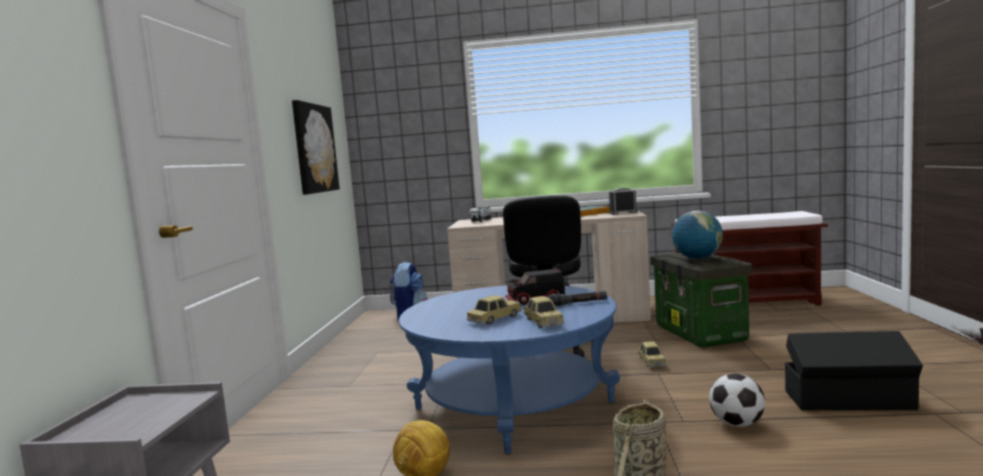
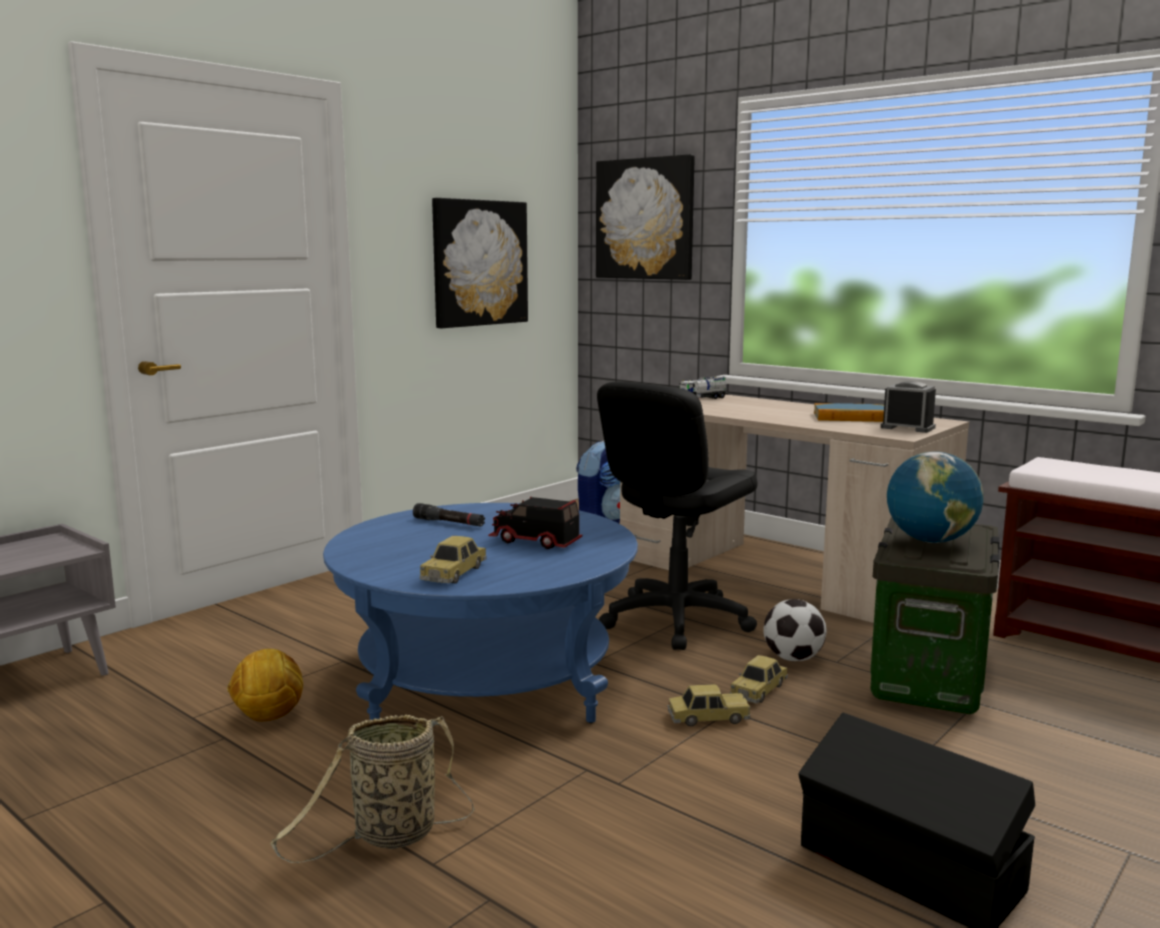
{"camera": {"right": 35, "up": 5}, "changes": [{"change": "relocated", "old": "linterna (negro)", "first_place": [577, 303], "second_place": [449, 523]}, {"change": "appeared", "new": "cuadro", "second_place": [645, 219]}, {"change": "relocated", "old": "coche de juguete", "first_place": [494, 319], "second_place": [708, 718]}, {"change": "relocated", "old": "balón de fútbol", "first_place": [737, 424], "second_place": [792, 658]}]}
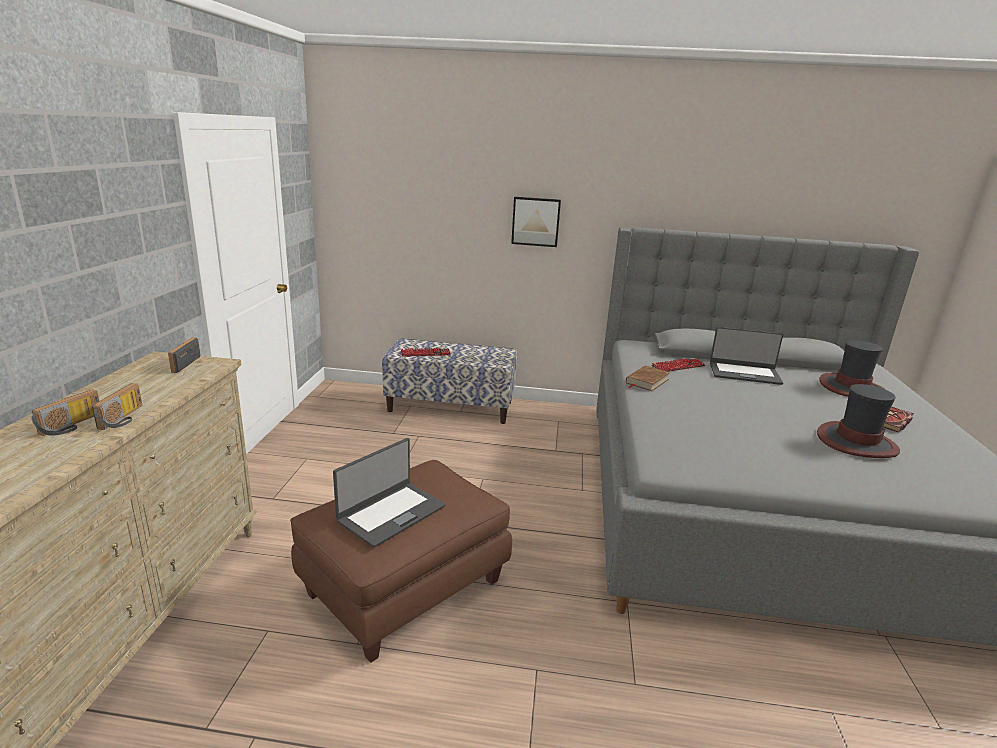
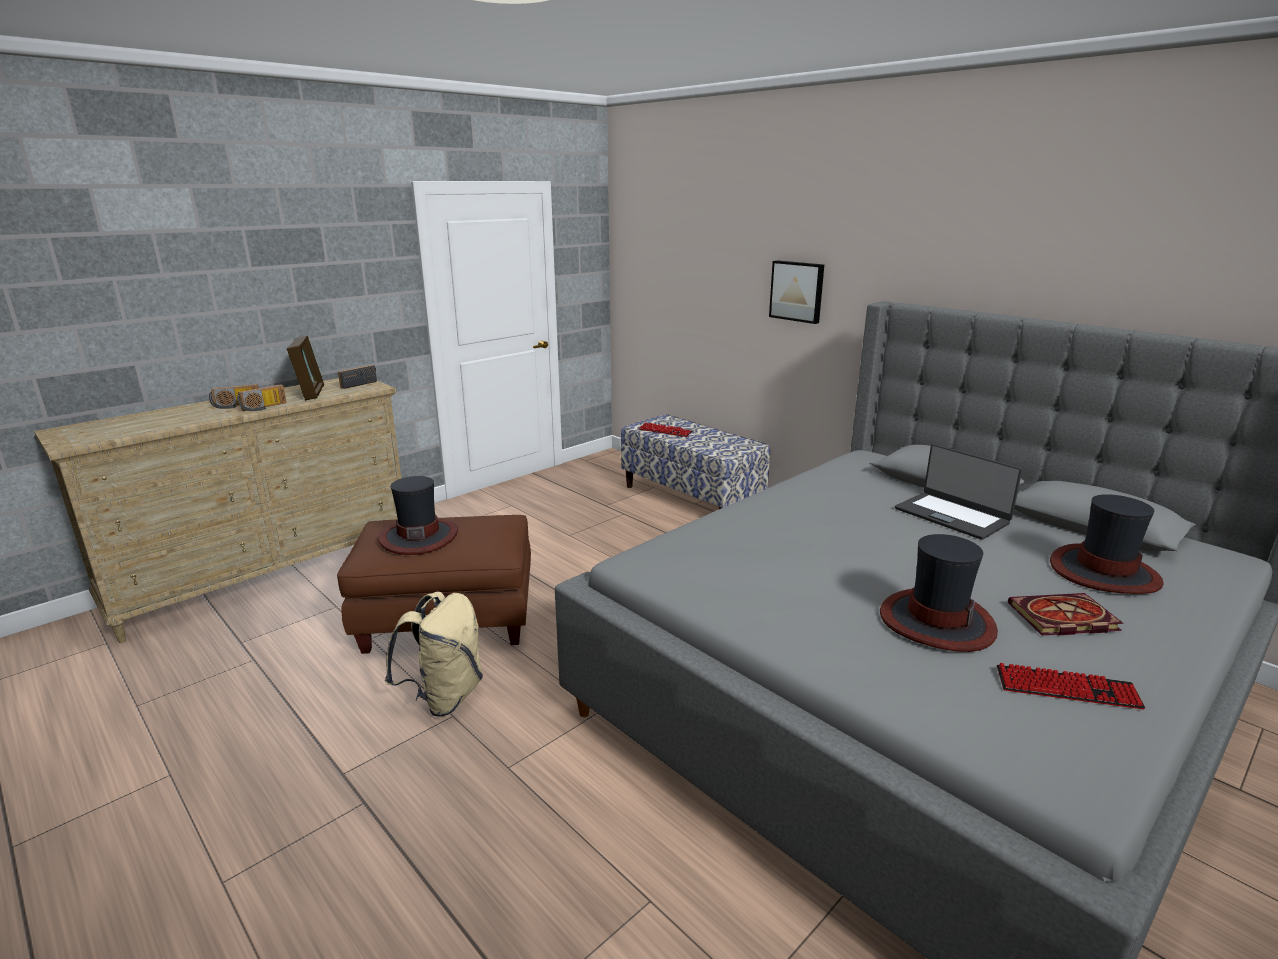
{"camera": {"right": 40, "up": 0}, "changes": [{"change": "appeared", "new": "portarretratos", "second_place": [311, 393]}, {"change": "exchanged", "old": "portátil", "new": "sombrero", "first_place": [391, 513], "second_place": [419, 537]}, {"change": "appeared", "new": "mochila (beis)", "second_place": [444, 697]}, {"change": "relocated", "old": "teclado", "first_place": [678, 366], "second_place": [1067, 689]}, {"change": "missing", "old": "libro (marrón)", "first_place": [647, 381]}]}
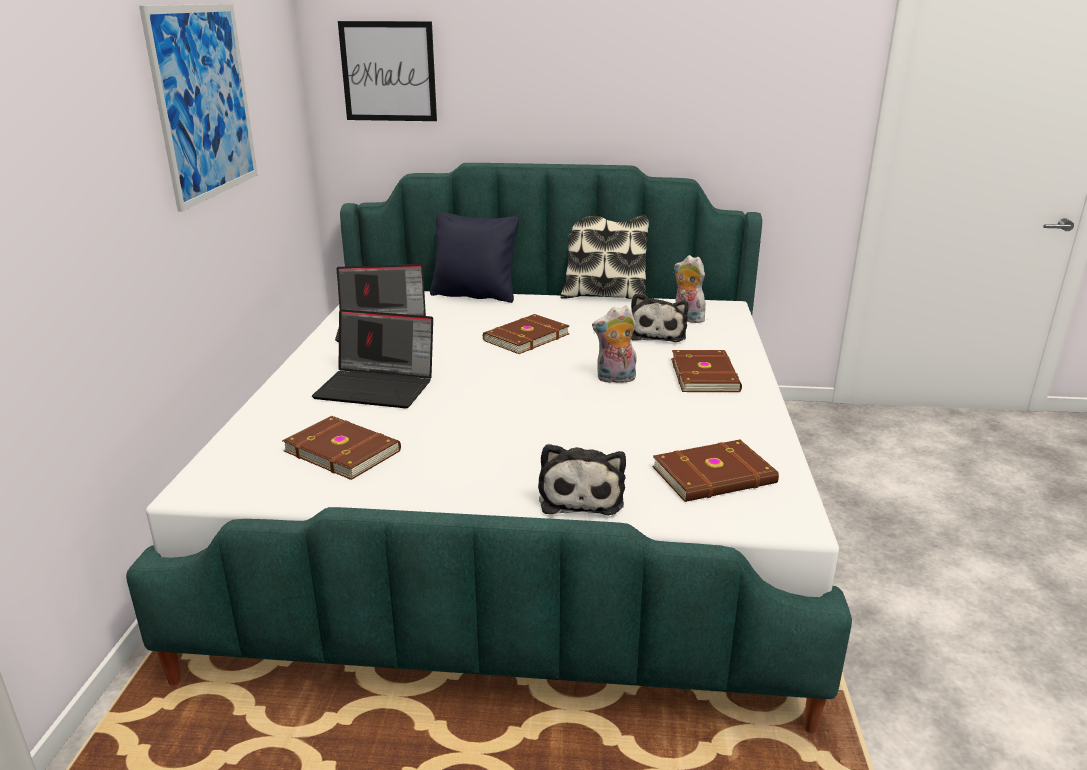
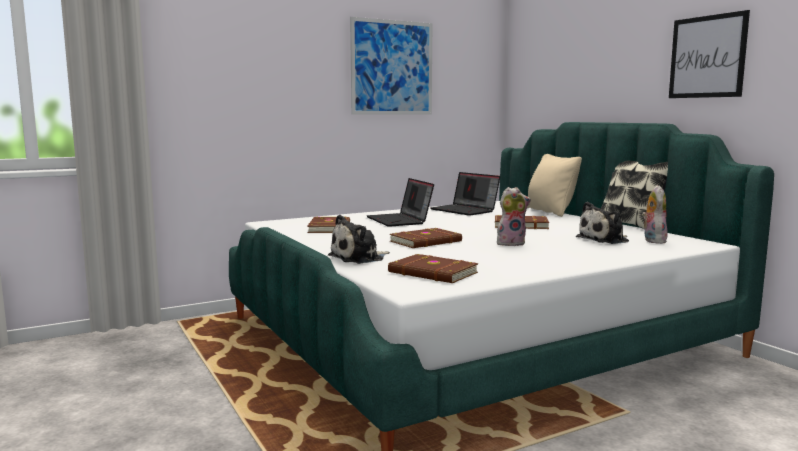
{"camera": {"right": 55, "up": -15}, "changes": [{"change": "relocated", "old": "libro (marrón)", "first_place": [706, 375], "second_place": [426, 242]}, {"change": "spun", "old": "peluche", "first_place": [615, 379], "second_place": [511, 243], "degrees": 120}, {"change": "colour", "old": "cojín (negro)", "new": "cojín (beis)", "first_place": [475, 295], "second_place": [550, 211]}, {"change": "relocated", "old": "cuadro", "first_place": [388, 71], "second_place": [707, 57]}]}
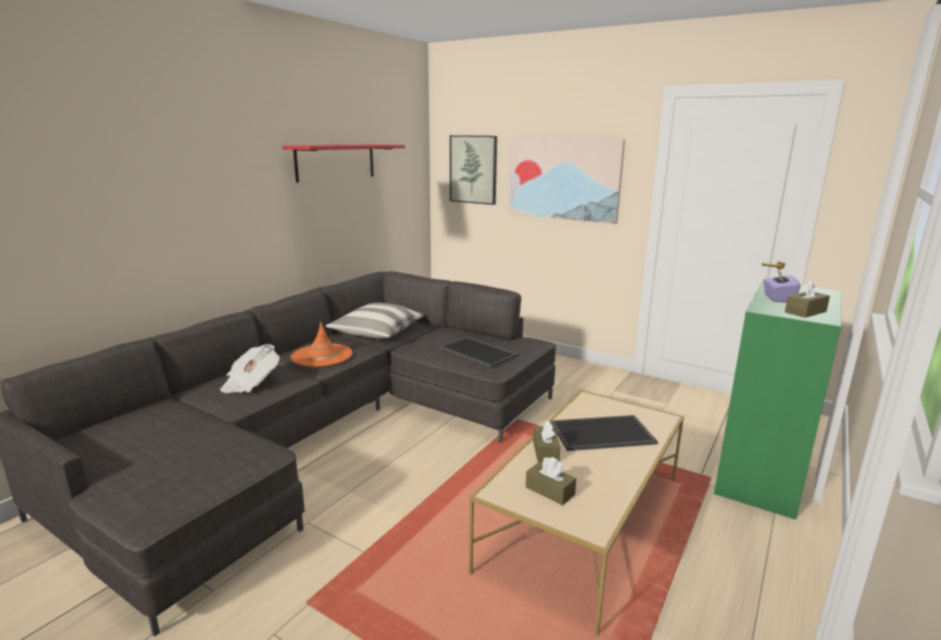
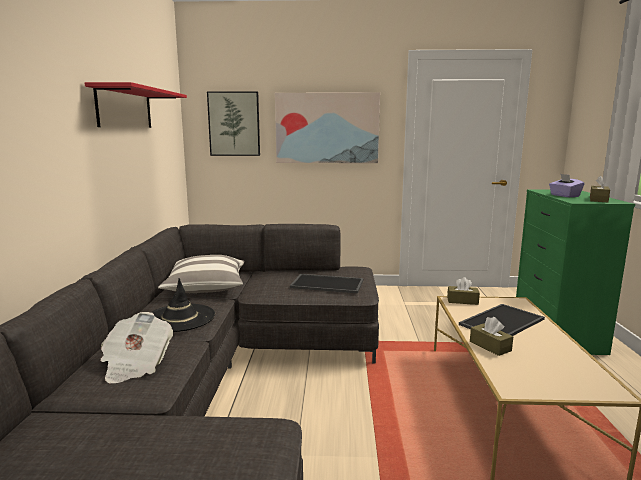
{"camera": {"right": -30, "up": -5}, "changes": [{"change": "colour", "old": "sombrero (naranja)", "new": "sombrero (negro)", "first_place": [322, 355], "second_place": [179, 318]}, {"change": "relocated", "old": "caja de pañuelos (marrón)", "first_place": [550, 491], "second_place": [462, 301]}]}
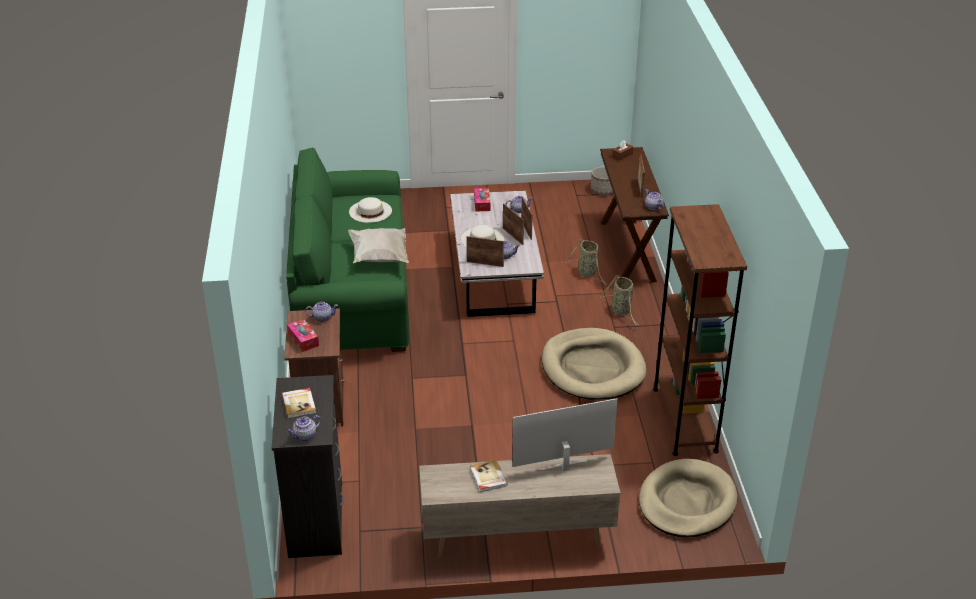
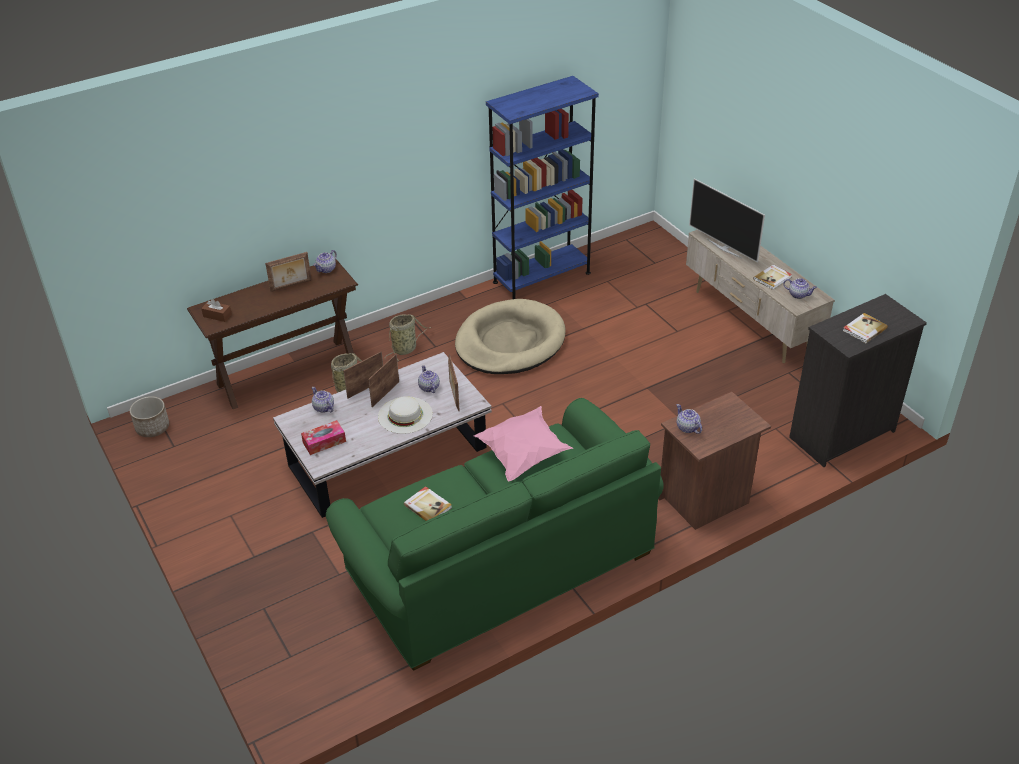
{"camera": {"right": -115, "up": 5}, "changes": [{"change": "exchanged", "old": "sombrero (blanco)", "new": "libro", "first_place": [370, 211], "second_place": [428, 506]}, {"change": "colour", "old": "cojín (blanco)", "new": "cojín (rosa)", "first_place": [380, 258], "second_place": [524, 455]}, {"change": "colour", "old": "estantería (marrón)", "new": "estantería (azul)", "first_place": [684, 419], "second_place": [541, 277]}, {"change": "relocated", "old": "tetera", "first_place": [304, 436], "second_place": [798, 295]}, {"change": "missing", "old": "caja de pañuelos", "first_place": [303, 339]}, {"change": "missing", "old": "cama para perro (beis)", "first_place": [686, 502]}]}
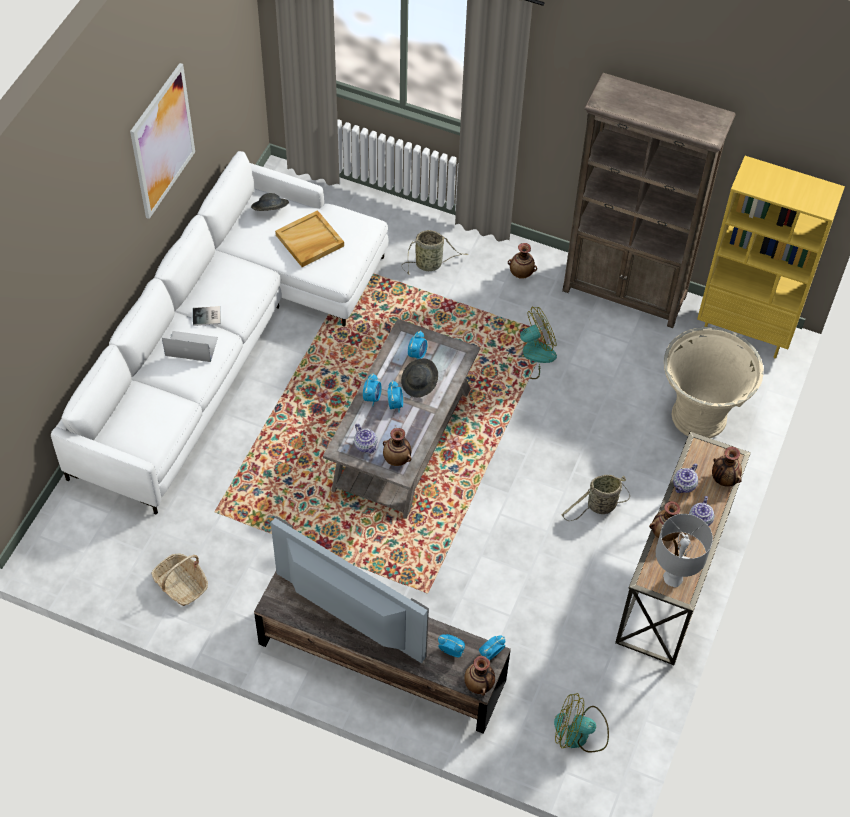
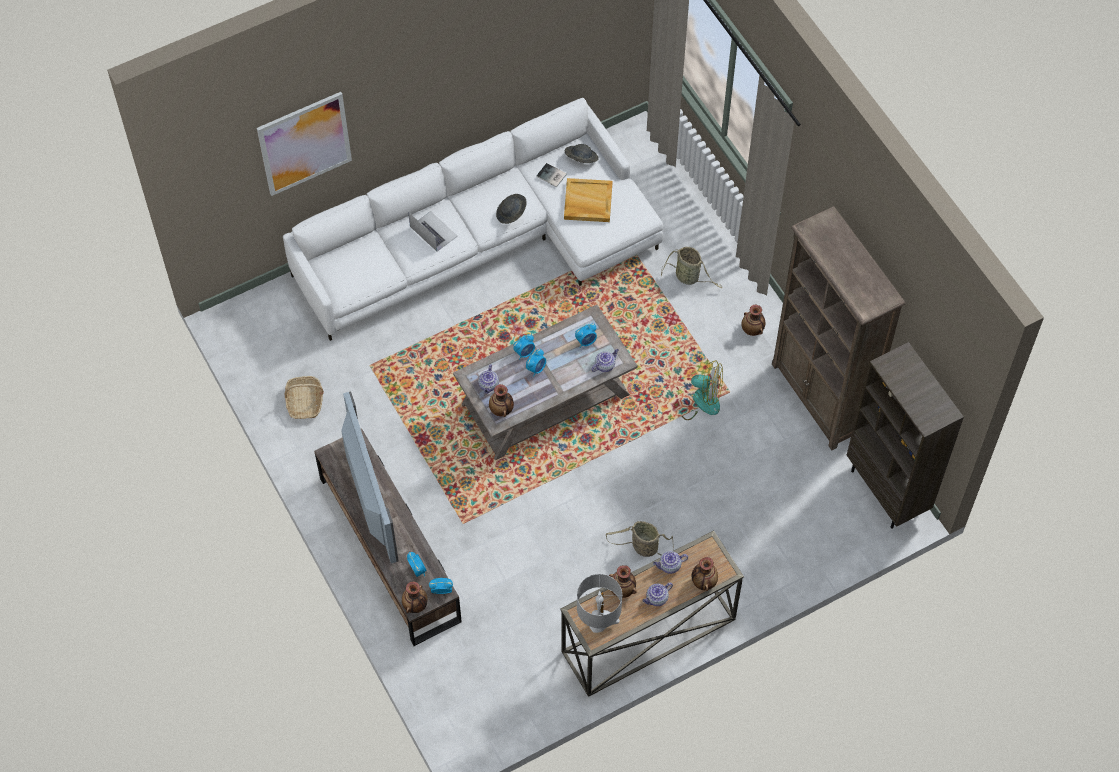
{"camera": {"right": 40, "up": 5}, "changes": [{"change": "relocated", "old": "cuadro", "first_place": [162, 141], "second_place": [304, 143]}, {"change": "relocated", "old": "sombrero (gris)", "first_place": [419, 384], "second_place": [511, 214]}, {"change": "relocated", "old": "libro", "first_place": [207, 317], "second_place": [551, 176]}, {"change": "appeared", "new": "tetera", "second_place": [605, 365]}, {"change": "colour", "old": "estantería (amarillo)", "new": "estantería (marrón)", "first_place": [745, 332], "second_place": [887, 491]}, {"change": "missing", "old": "ventilador", "first_place": [580, 733]}, {"change": "missing", "old": "maceta (beis)", "first_place": [699, 415]}]}
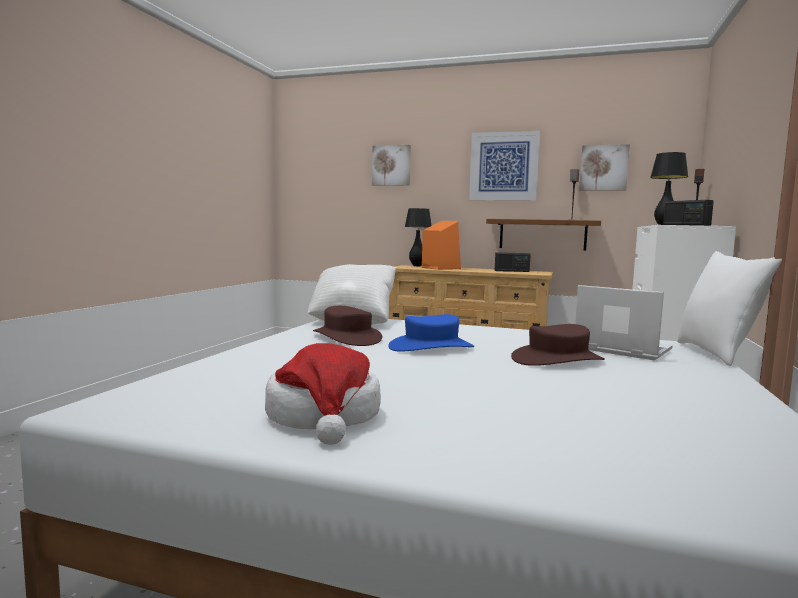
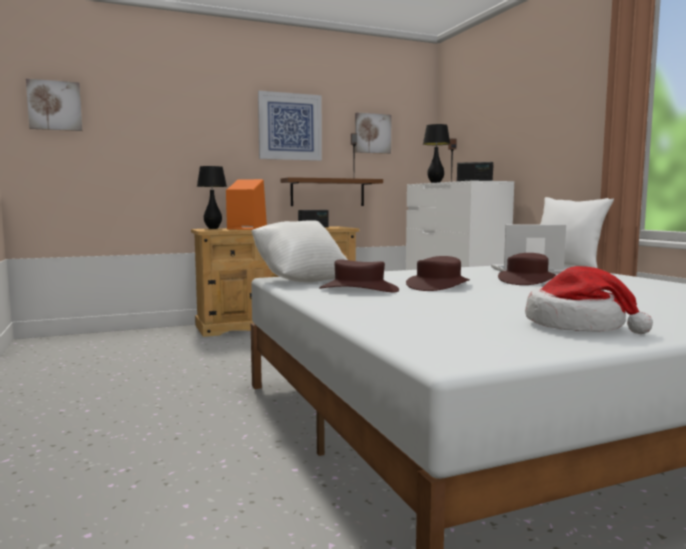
{"camera": {"right": -40, "up": 0}, "changes": [{"change": "relocated", "old": "cuadro", "first_place": [391, 165], "second_place": [55, 105]}, {"change": "colour", "old": "sombrero (azul)", "new": "sombrero (marrón)", "first_place": [431, 347], "second_place": [438, 285]}]}
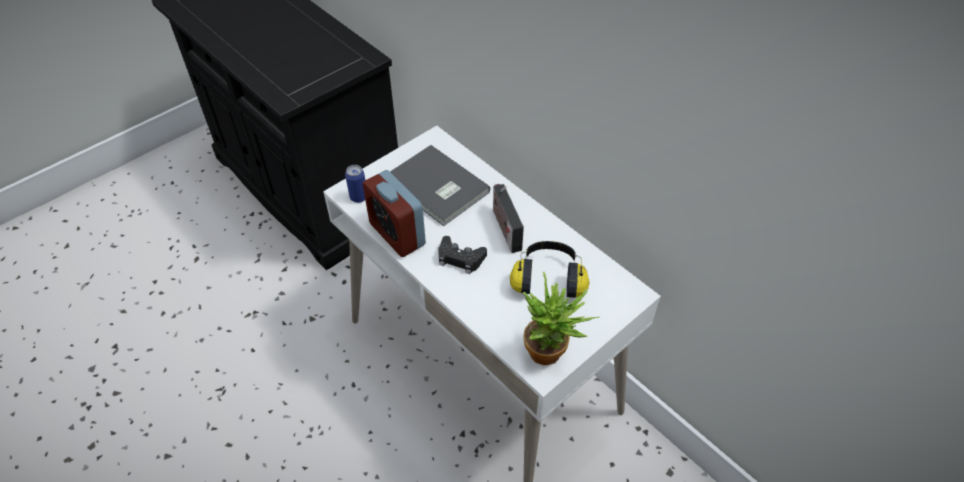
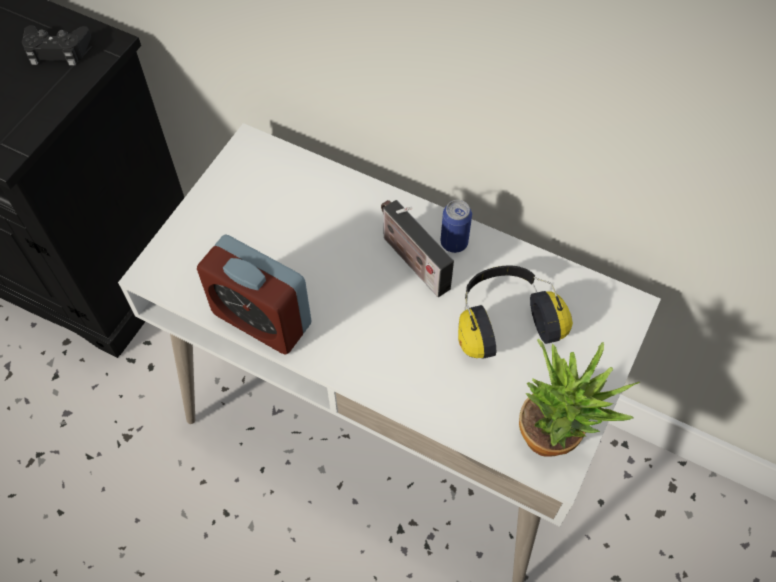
{"camera": {"right": -20, "up": 10}, "changes": [{"change": "relocated", "old": "mando de consola (negro)", "first_place": [460, 258], "second_place": [57, 50]}, {"change": "relocated", "old": "lata", "first_place": [358, 197], "second_place": [454, 243]}, {"change": "missing", "old": "libro (gris)", "first_place": [436, 189]}]}
